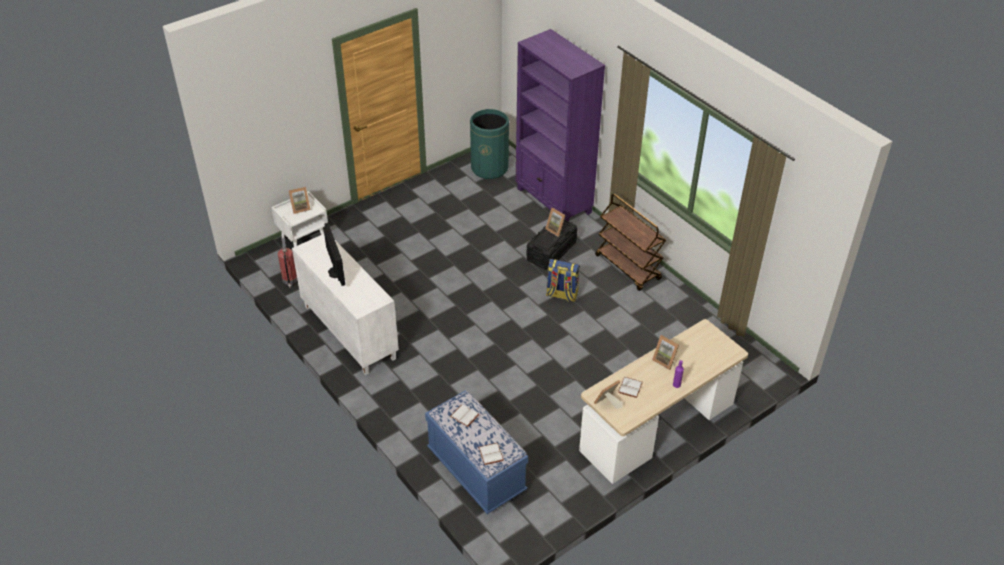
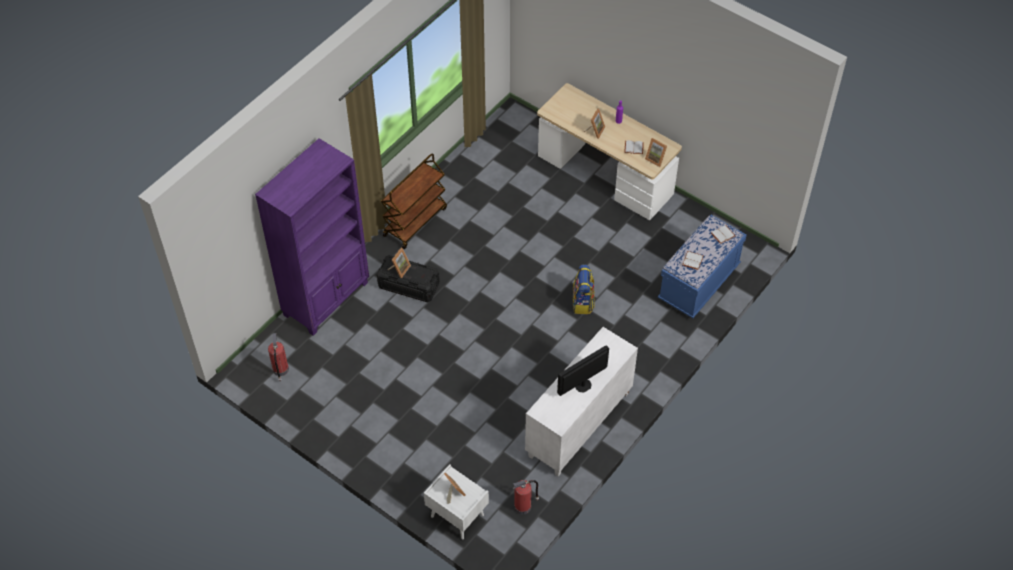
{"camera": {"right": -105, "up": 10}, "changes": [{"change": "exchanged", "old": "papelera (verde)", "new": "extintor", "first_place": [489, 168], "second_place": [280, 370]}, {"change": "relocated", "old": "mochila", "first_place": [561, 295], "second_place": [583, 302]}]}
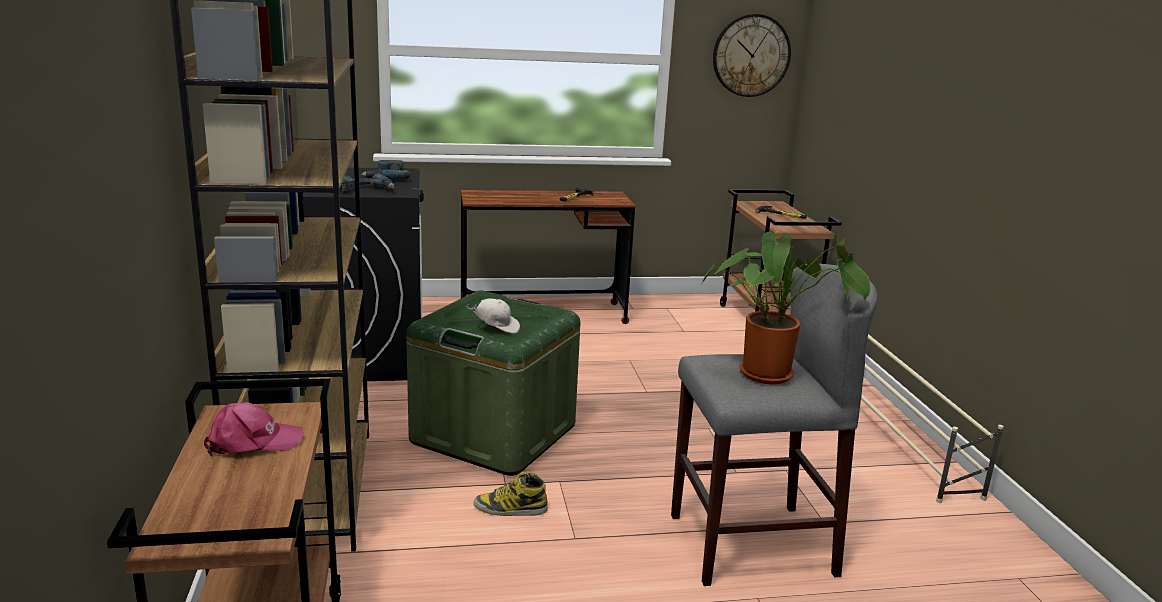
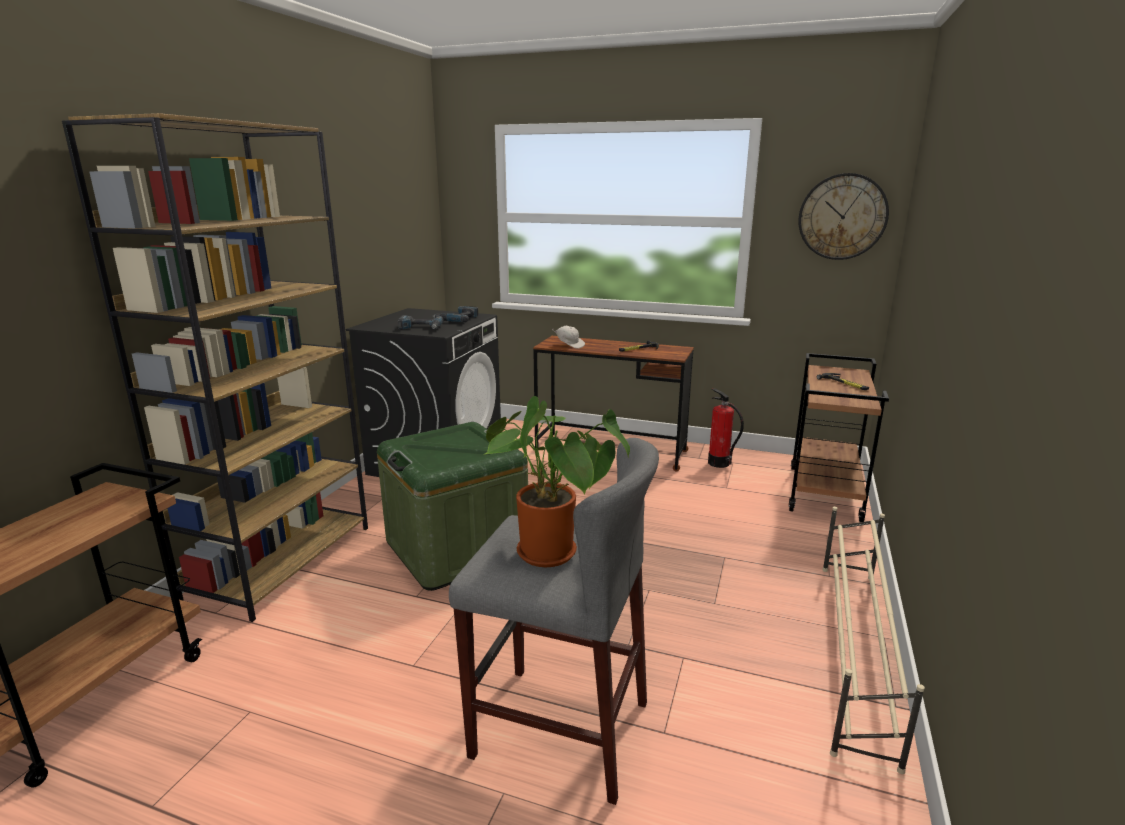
{"camera": {"right": 30, "up": 0}, "changes": [{"change": "relocated", "old": "gorra (blanco)", "first_place": [496, 328], "second_place": [569, 345]}, {"change": "appeared", "new": "extintor", "second_place": [718, 463]}, {"change": "missing", "old": "gorra (rosa)", "first_place": [253, 442]}, {"change": "missing", "old": "bota", "first_place": [510, 509]}]}
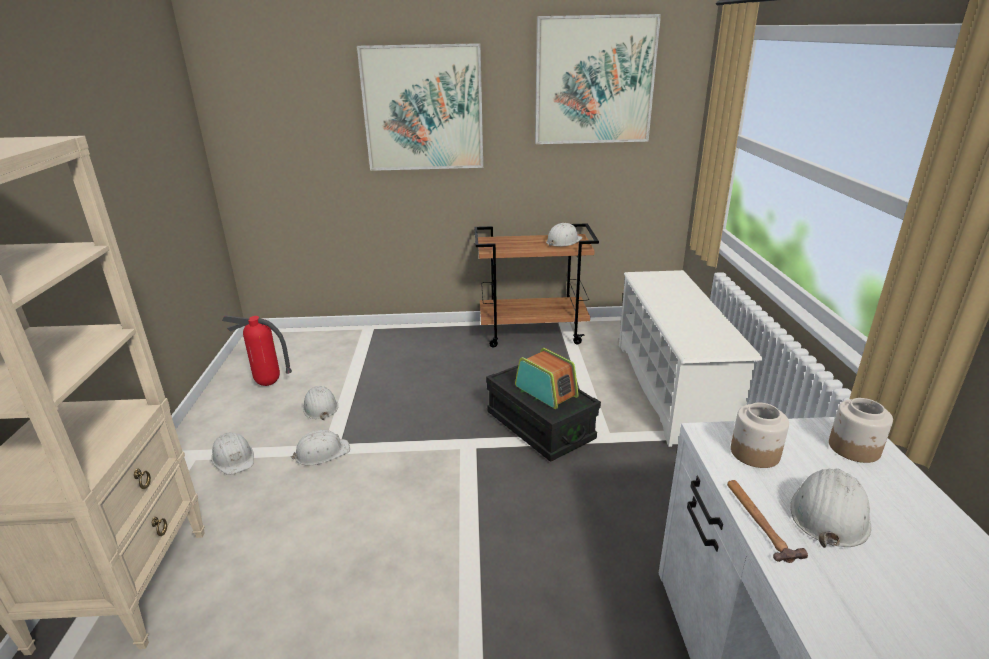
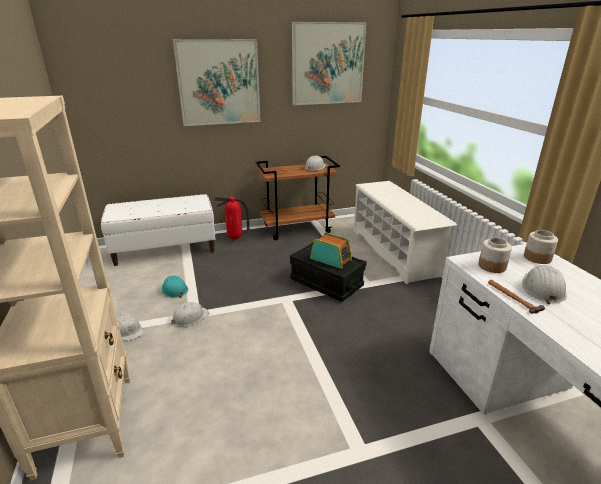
{"camera": {"right": -15, "up": 0}, "changes": [{"change": "appeared", "new": "banco (blanco)", "second_place": [165, 249]}, {"change": "colour", "old": "casco (blanco)", "new": "casco (turquesa)", "first_place": [320, 407], "second_place": [174, 290]}, {"change": "relocated", "old": "extintor", "first_place": [268, 384], "second_place": [235, 238]}]}
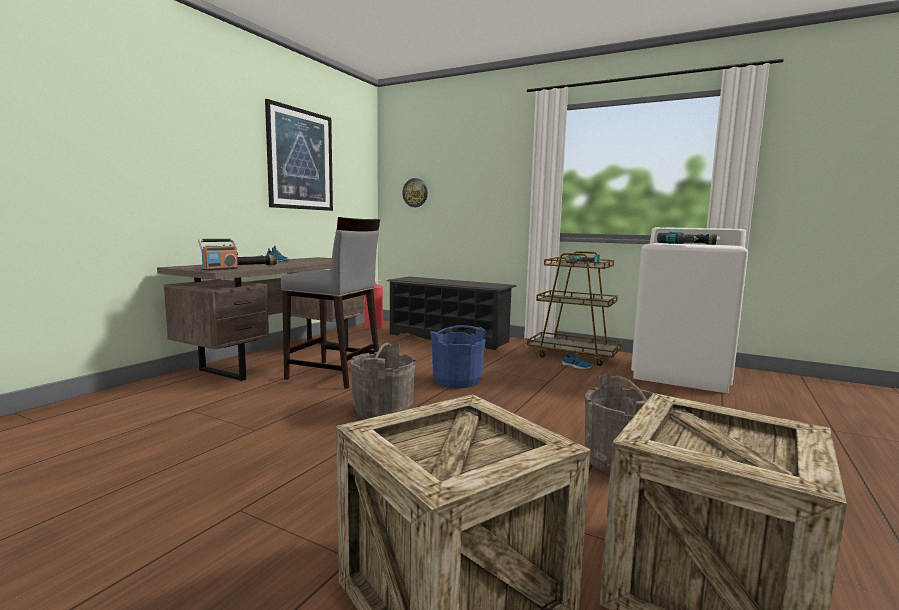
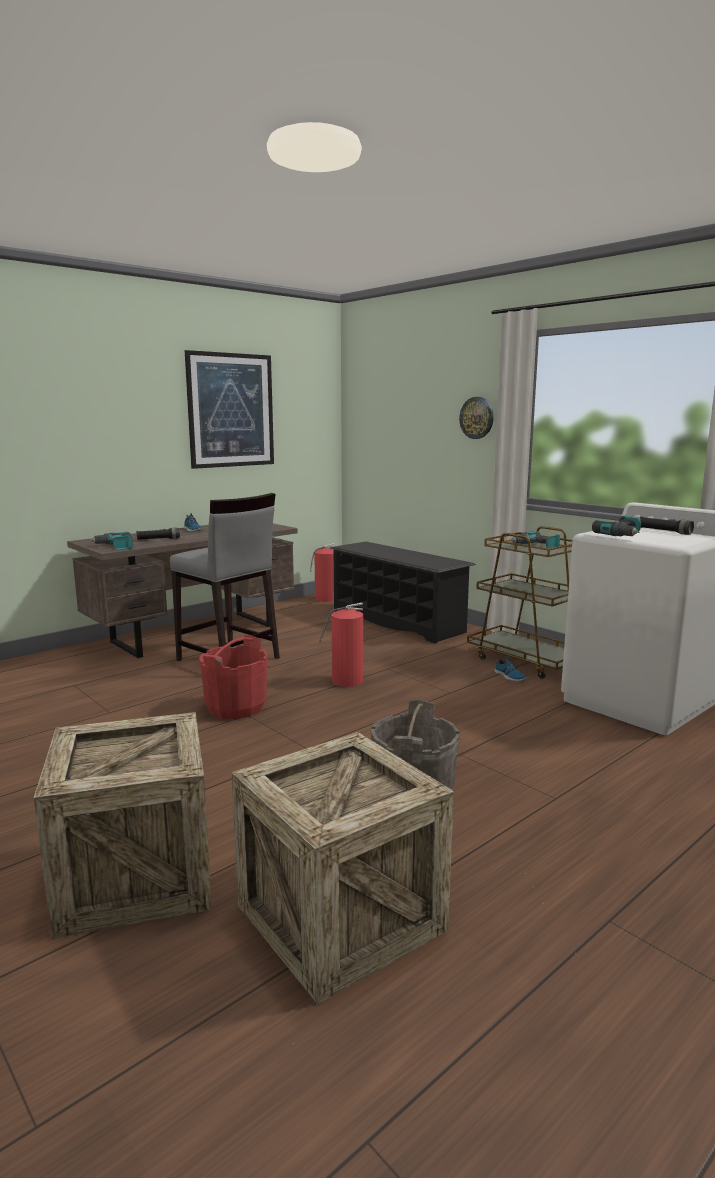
{"camera": {"right": 20, "up": 5}, "changes": [{"change": "exchanged", "old": "radio", "new": "taladro", "first_place": [220, 269], "second_place": [115, 547]}, {"change": "colour", "old": "cubo (gris)", "new": "cubo (rojo)", "first_place": [383, 411], "second_place": [236, 707]}, {"change": "exchanged", "old": "cubo (azul)", "new": "extintor", "first_place": [457, 381], "second_place": [345, 680]}, {"change": "relocated", "old": "reloj de pared", "first_place": [415, 192], "second_place": [477, 418]}]}
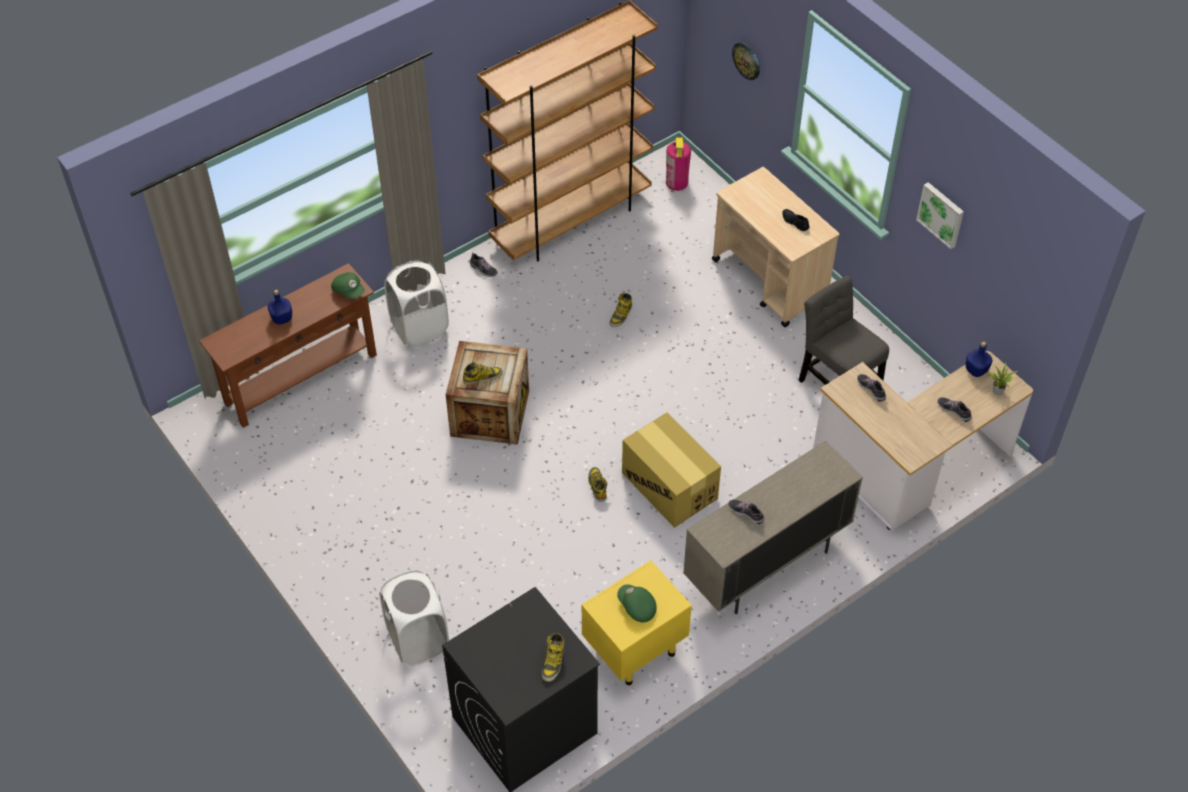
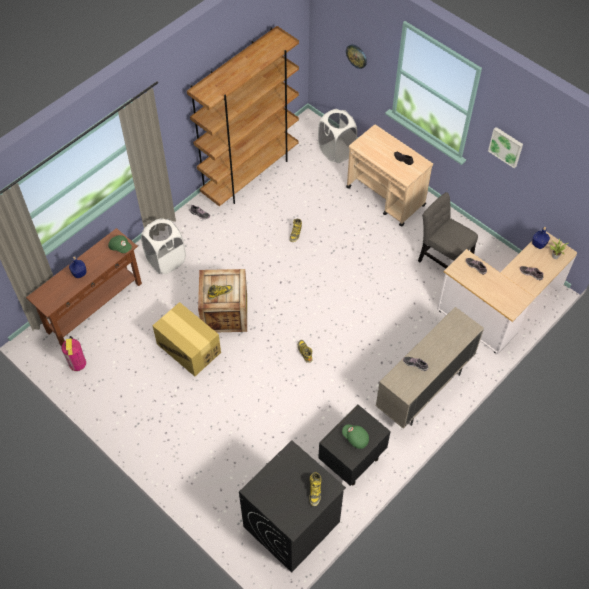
{"camera": {"right": -10, "up": 5}, "changes": [{"change": "relocated", "old": "extintor", "first_place": [677, 182], "second_place": [77, 363]}, {"change": "relocated", "old": "caja de cartón", "first_place": [669, 486], "second_place": [189, 348]}, {"change": "relocated", "old": "cesto de la ropa (blanco)", "first_place": [417, 640], "second_place": [336, 151]}, {"change": "colour", "old": "mesita de noche (amarillo)", "new": "mesita de noche (negro)", "first_place": [634, 650], "second_place": [351, 461]}]}
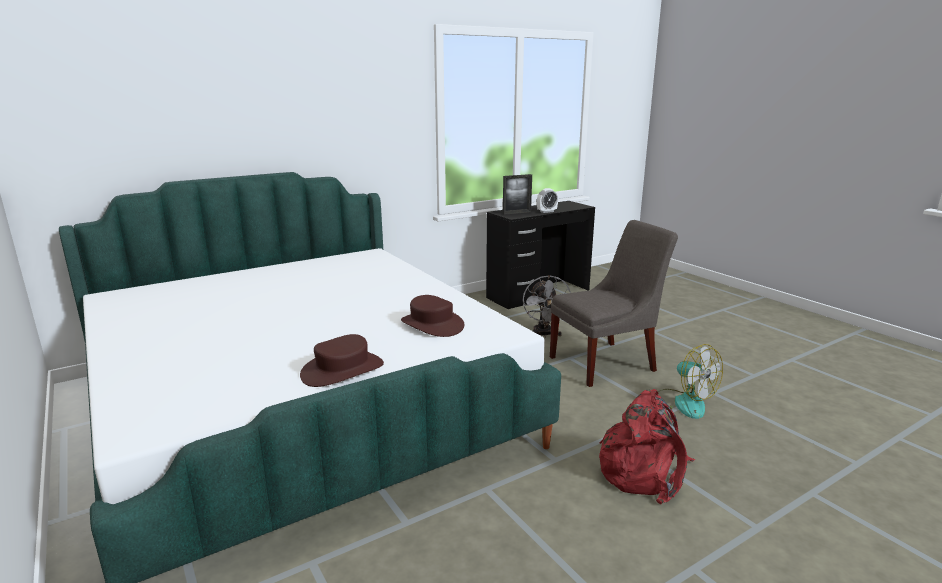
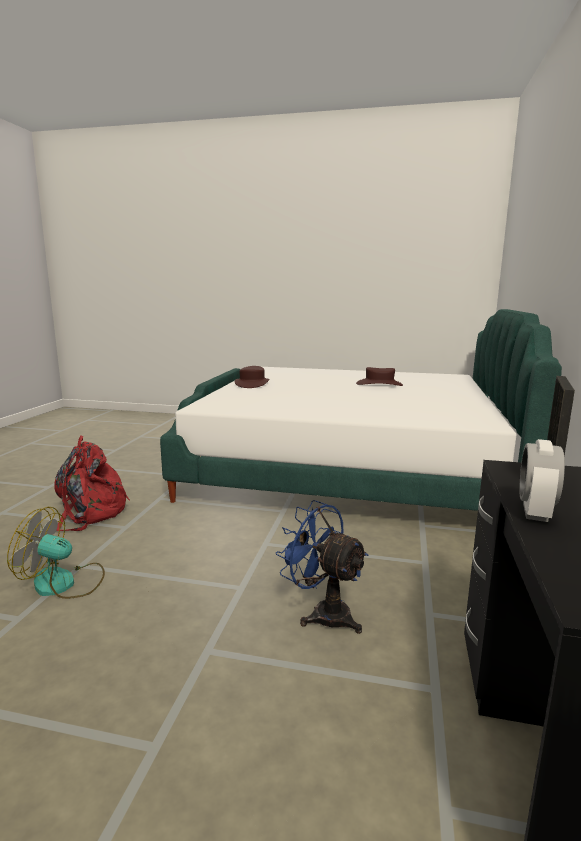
{"camera": {"right": 135, "up": -5}, "changes": [{"change": "colour", "old": "ventilador (gris)", "new": "ventilador (azul)", "first_place": [544, 335], "second_place": [323, 613]}, {"change": "relocated", "old": "sombrero (marrón)", "first_place": [432, 324], "second_place": [379, 384]}, {"change": "missing", "old": "silla (gris)", "first_place": [606, 363]}]}
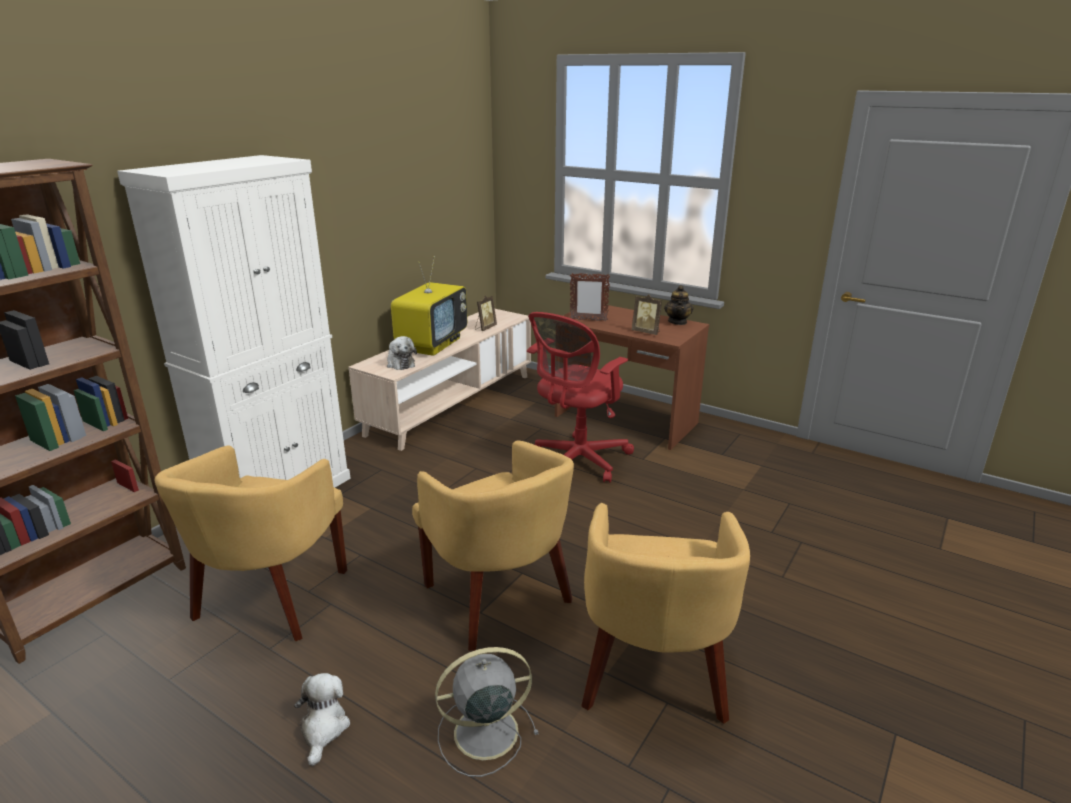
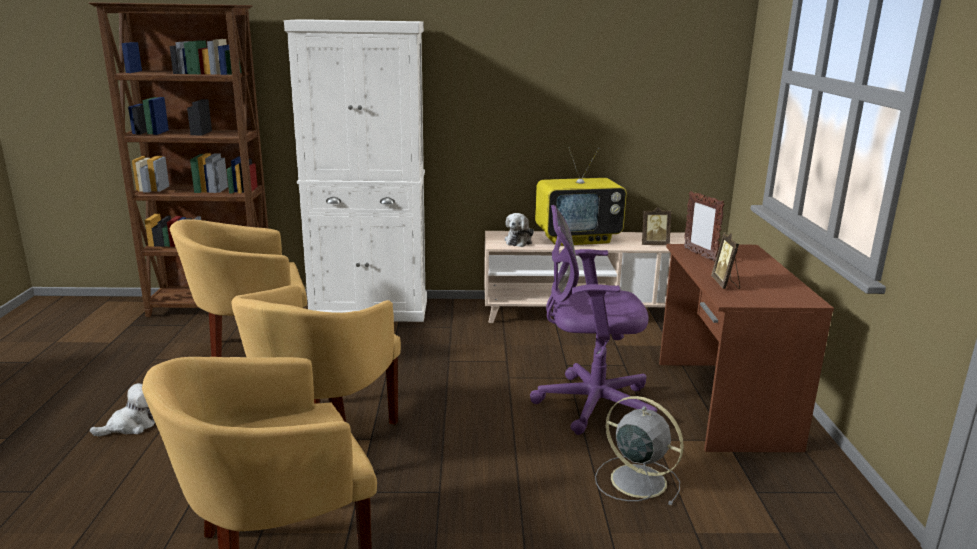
{"camera": {"right": 55, "up": -5}, "changes": [{"change": "colour", "old": "silla de oficina (rojo)", "new": "silla de oficina (morado)", "first_place": [577, 462], "second_place": [589, 404]}, {"change": "relocated", "old": "ventilador (gris)", "first_place": [483, 733], "second_place": [636, 480]}, {"change": "missing", "old": "tetera", "first_place": [677, 322]}]}
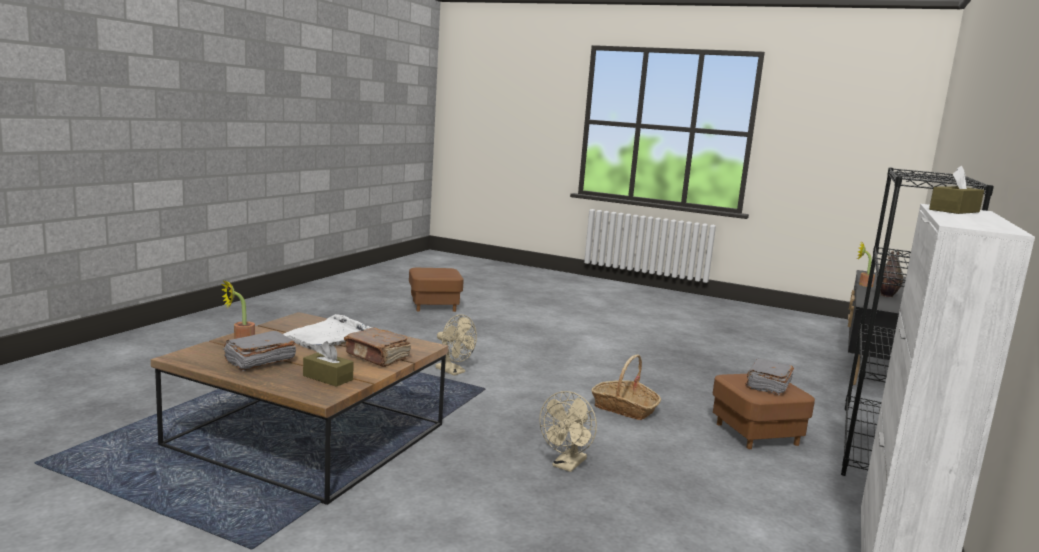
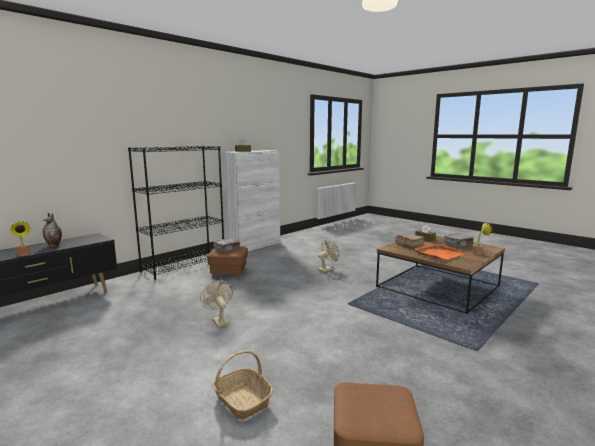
{"camera": {"right": -160, "up": 0}, "changes": [{"change": "relocated", "old": "ventilador (beis)", "first_place": [454, 371], "second_place": [218, 321]}, {"change": "relocated", "old": "cesta", "first_place": [624, 408], "second_place": [242, 400]}, {"change": "colour", "old": "bandeja (blanco)", "new": "bandeja (naranja)", "first_place": [328, 336], "second_place": [438, 254]}]}
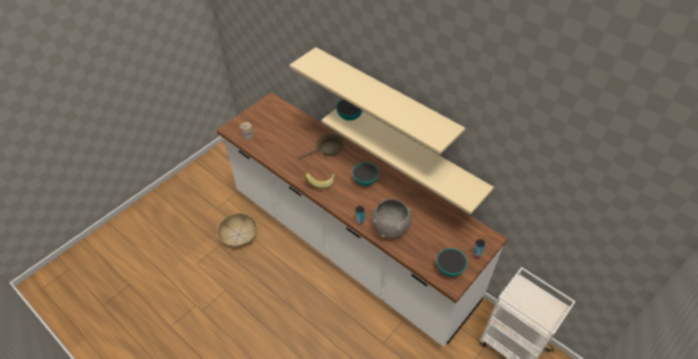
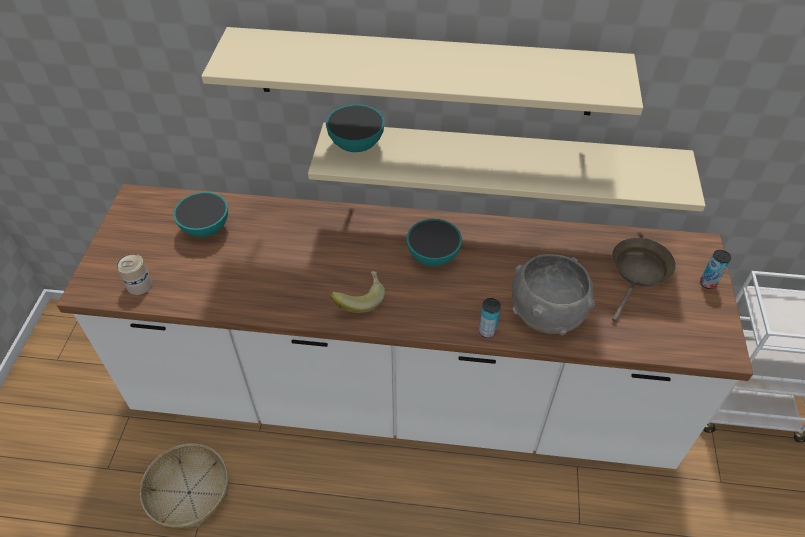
{"camera": {"right": -35, "up": 0}, "changes": [{"change": "relocated", "old": "cuenco", "first_place": [449, 269], "second_place": [206, 228]}, {"change": "relocated", "old": "sartén (marrón)", "first_place": [328, 149], "second_place": [638, 273]}]}
